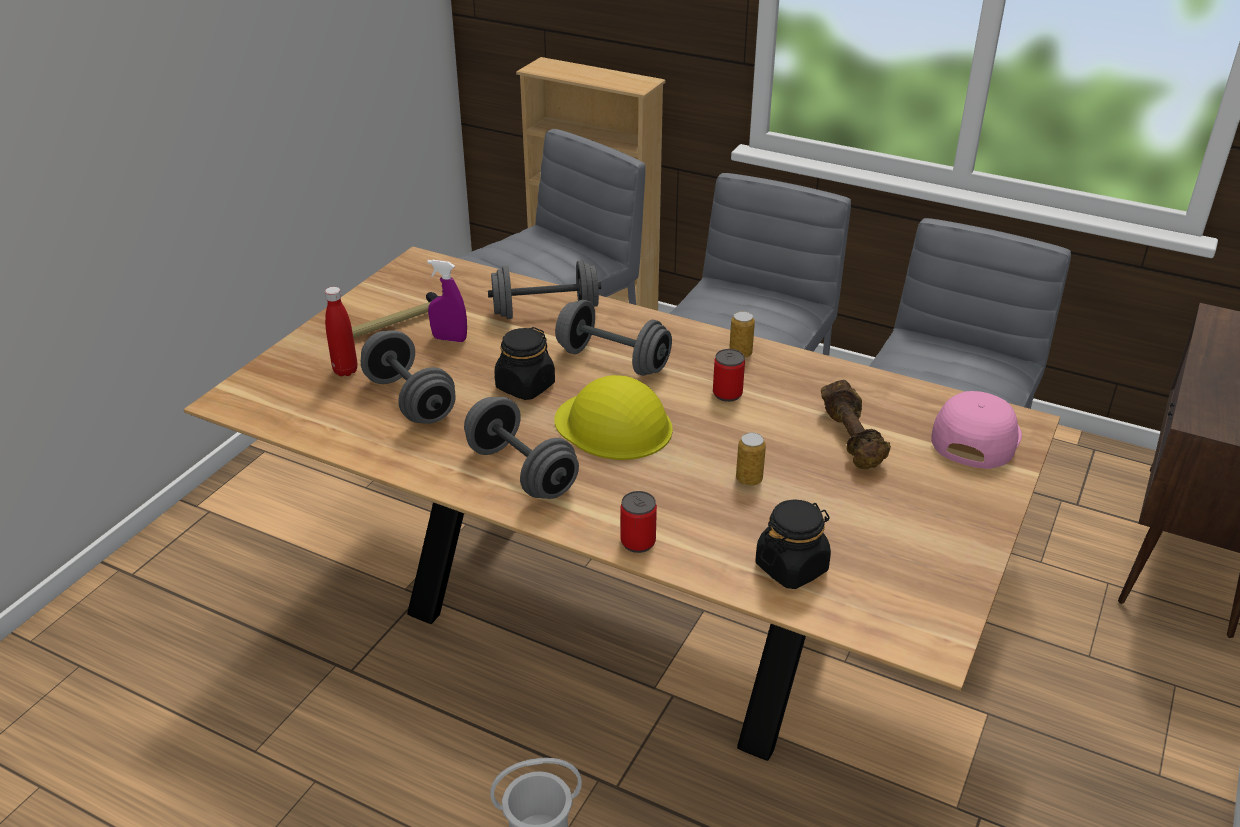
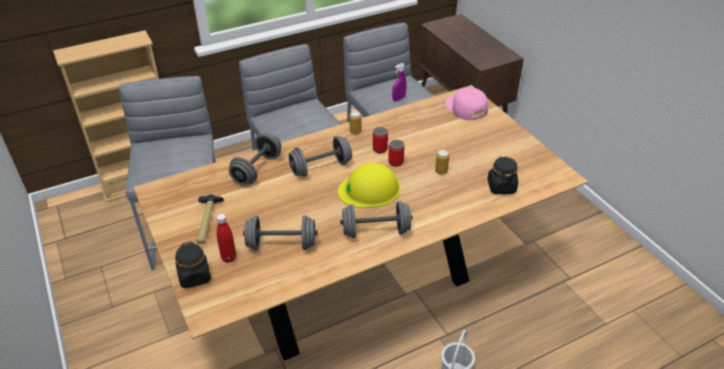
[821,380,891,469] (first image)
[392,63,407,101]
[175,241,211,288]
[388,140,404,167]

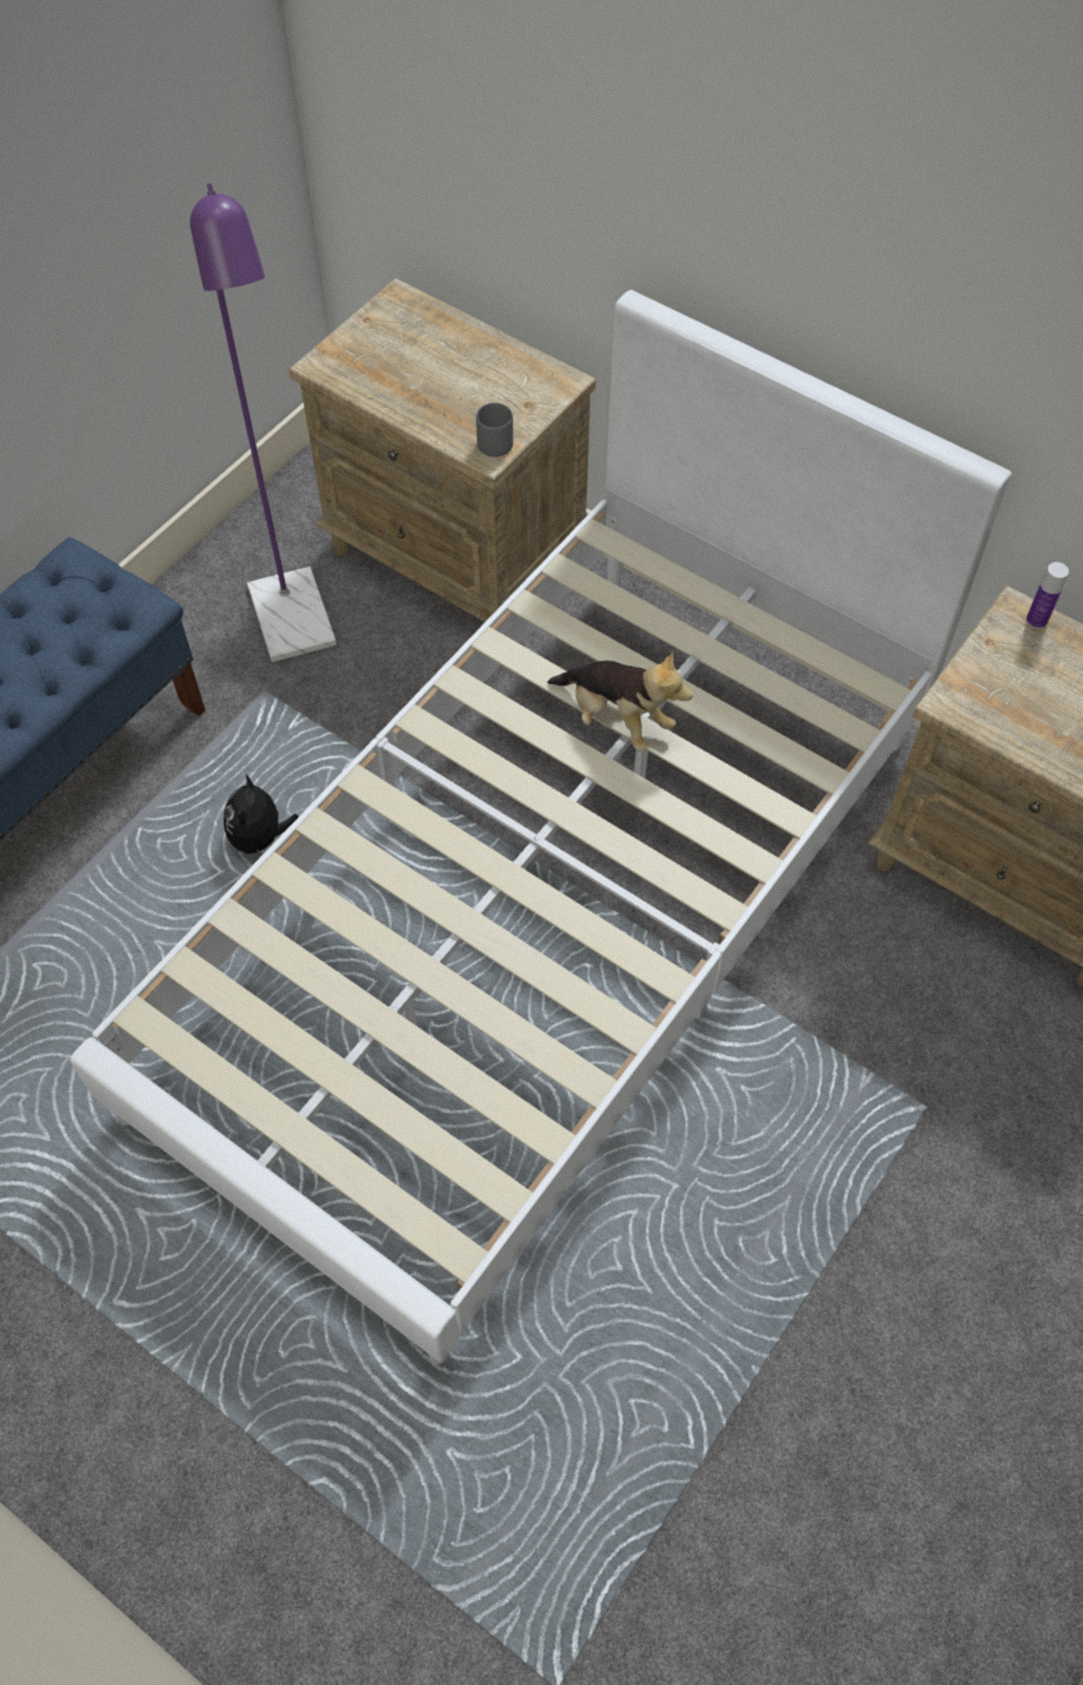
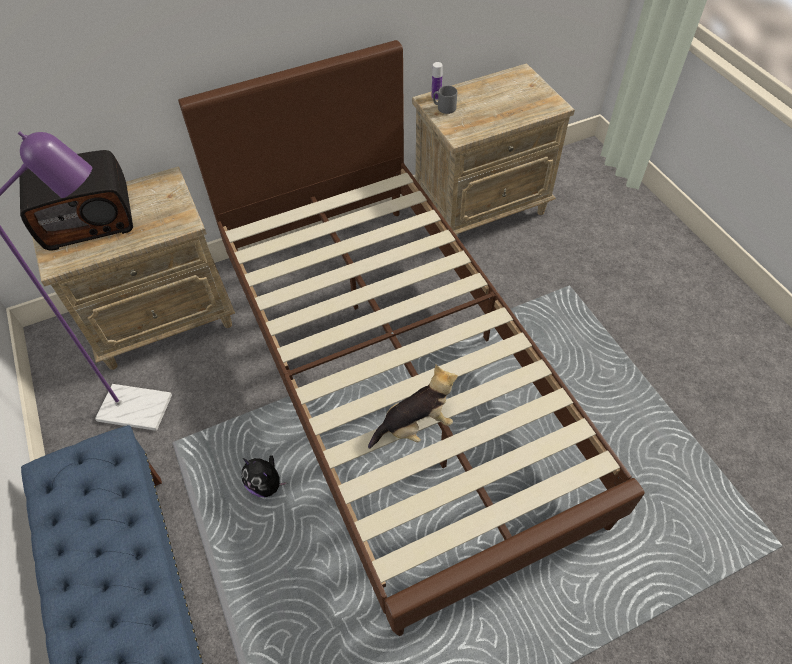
[19,150,133,251]
[433,86,457,114]
[368,365,458,449]
[178,40,644,636]

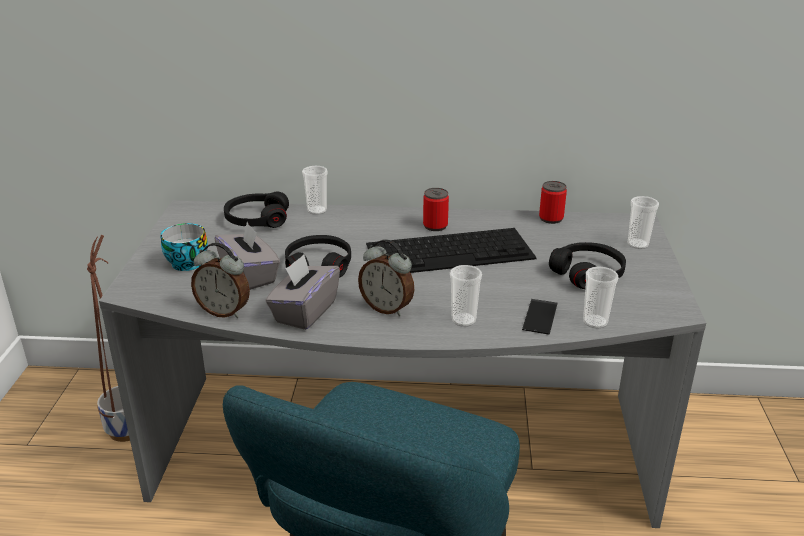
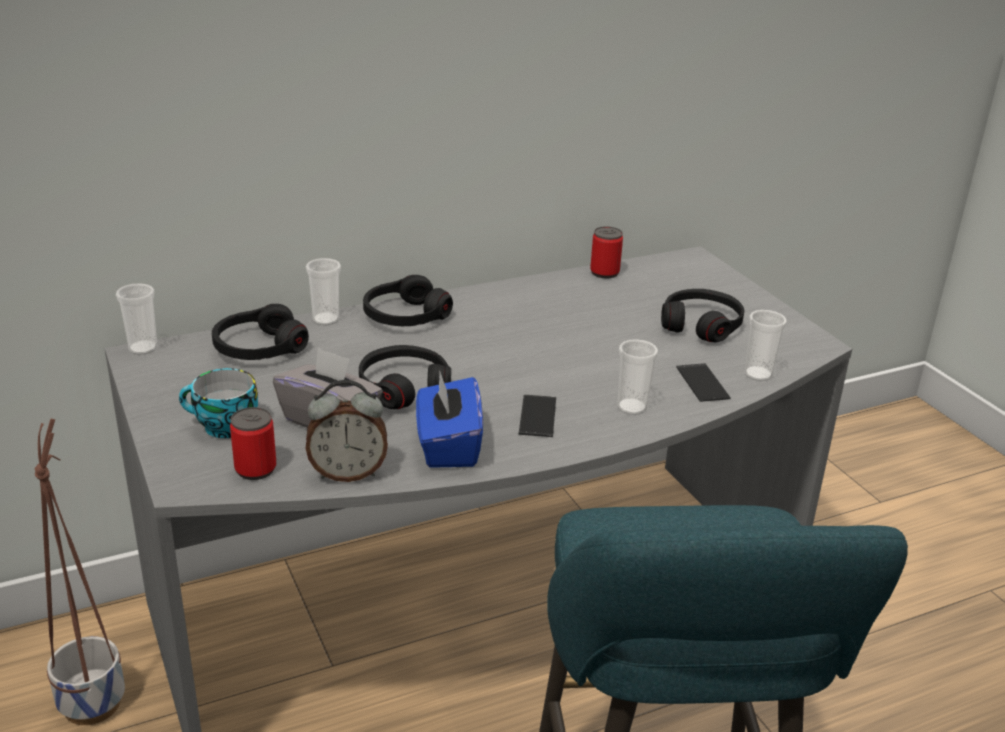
[366,228,537,273] (first image)
[363,275,453,326]
[230,407,276,480]
[116,283,158,355]
[519,395,556,437]
[416,372,483,468]

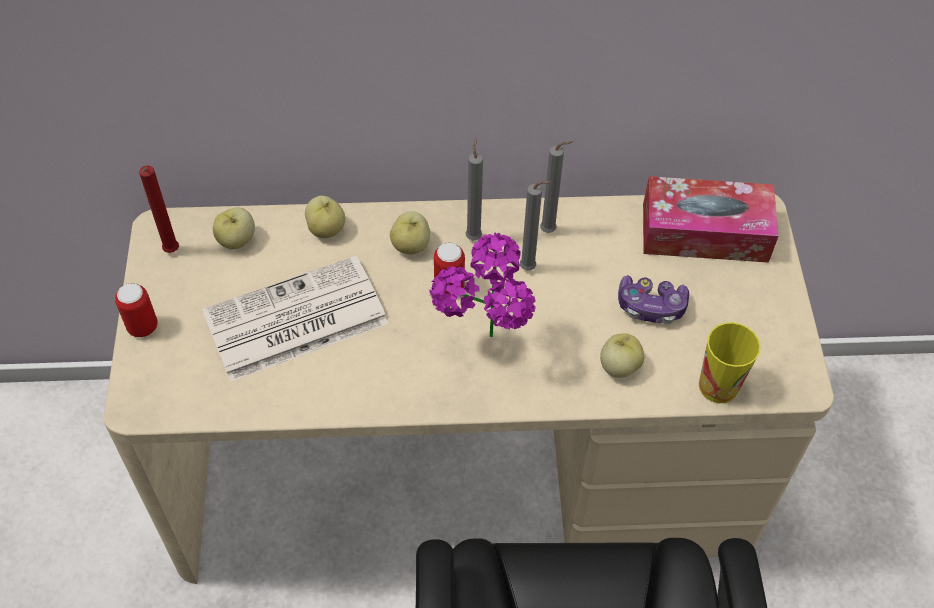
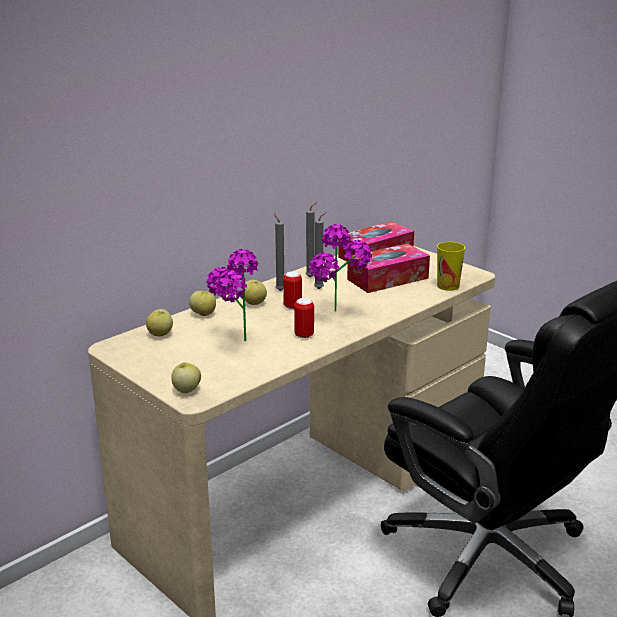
[139,165,179,253] (first image)
[294,298,314,338]
[171,362,201,393]
[206,249,258,342]
[347,243,430,293]

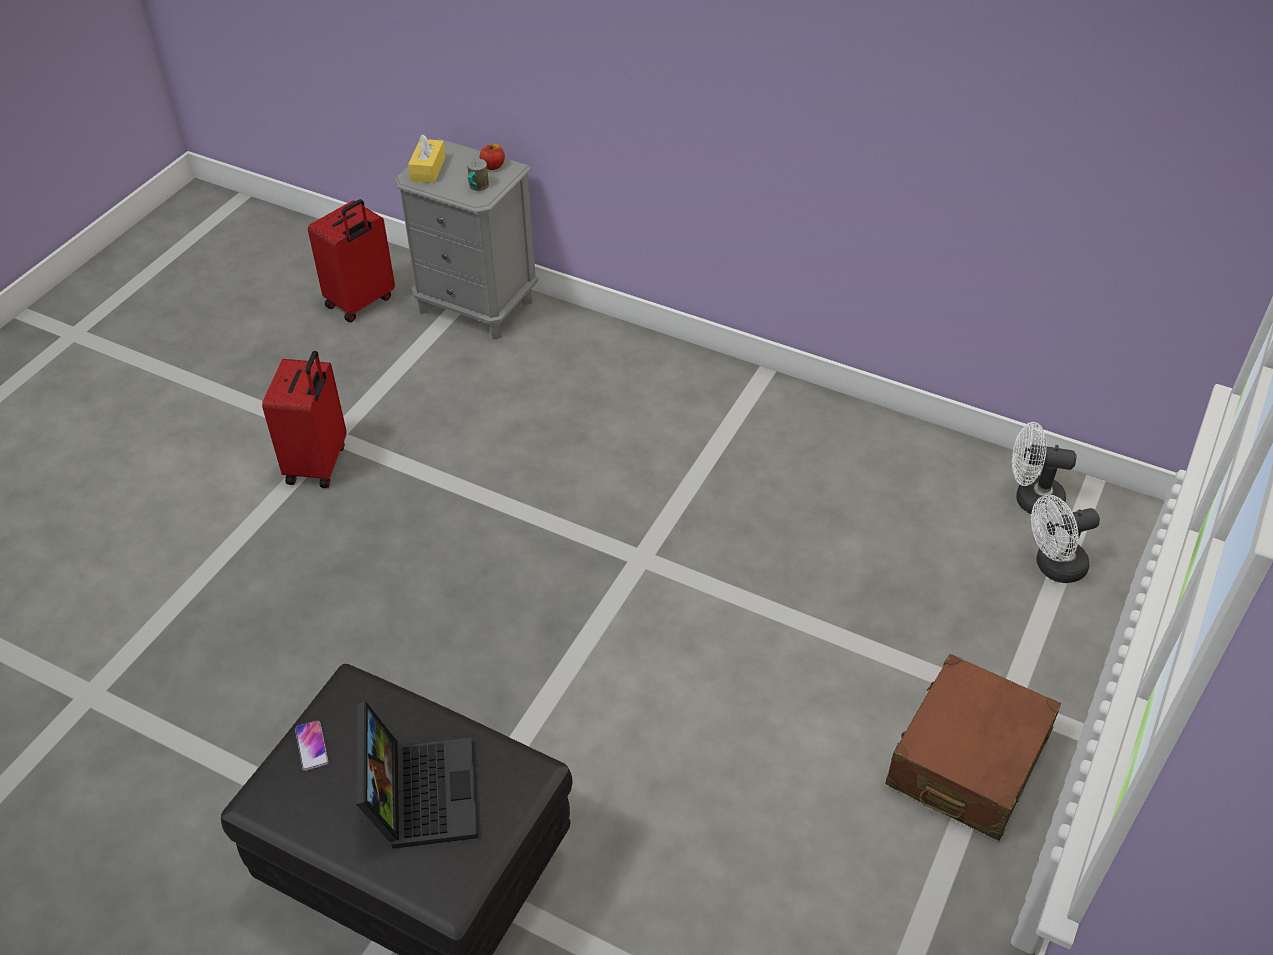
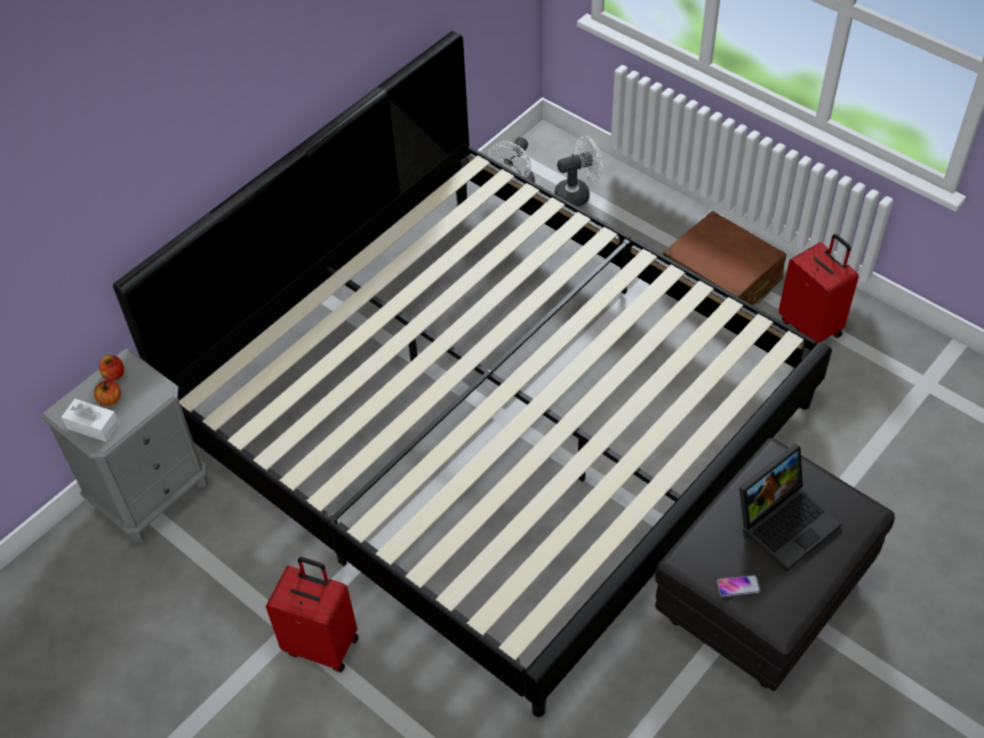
[467,159,489,191] (first image)
[94,380,121,406]
[113,31,832,717]
[779,234,859,344]
[61,399,119,442]
[739,444,842,571]
[555,136,603,207]

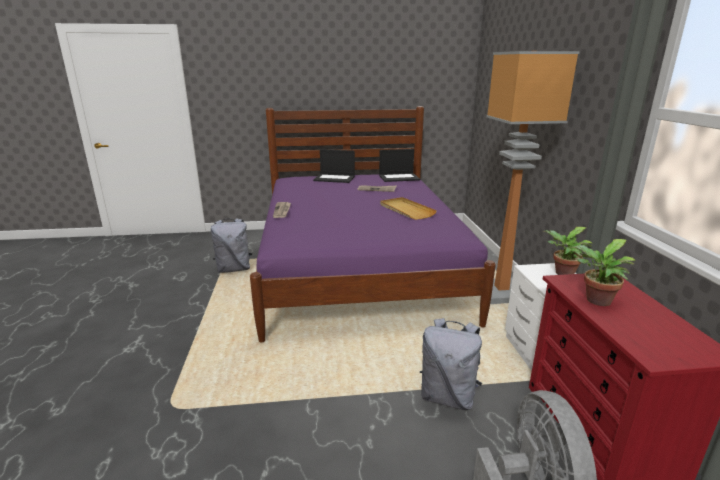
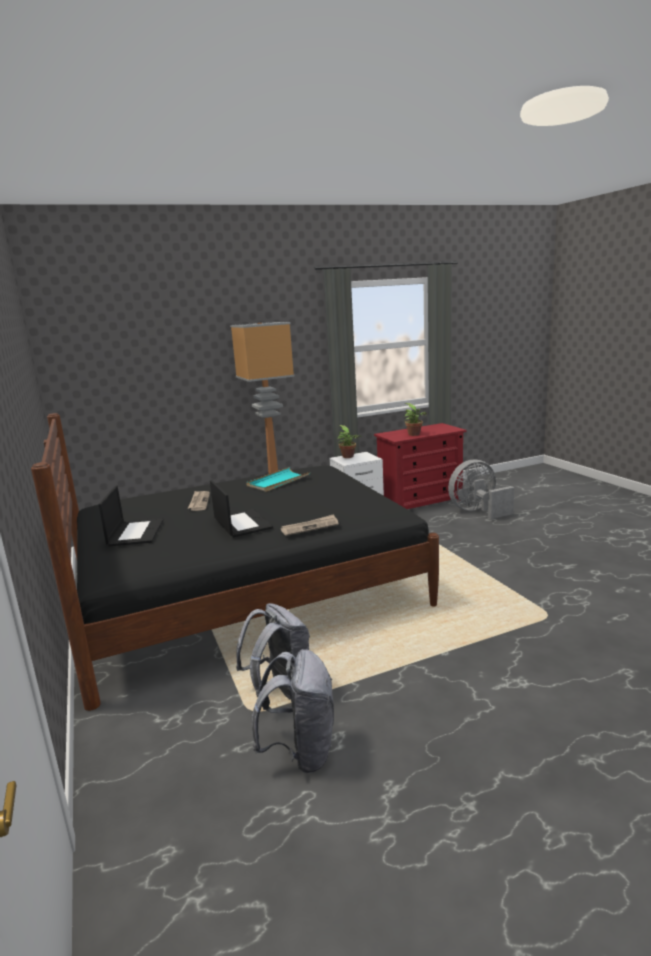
[210,480,273,537]
[252,649,334,773]
[31,413,439,711]
[246,467,310,492]

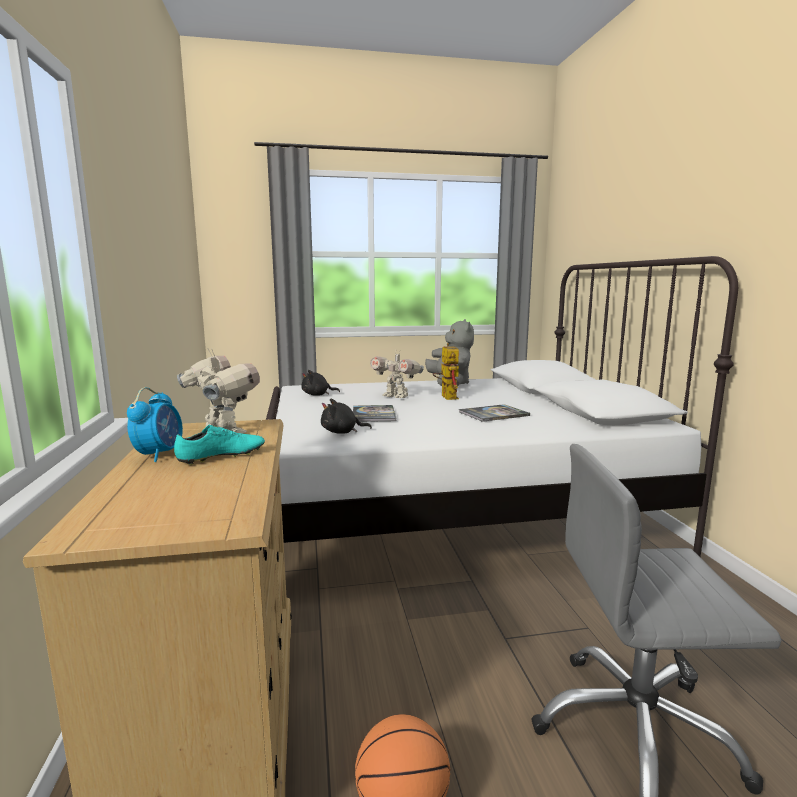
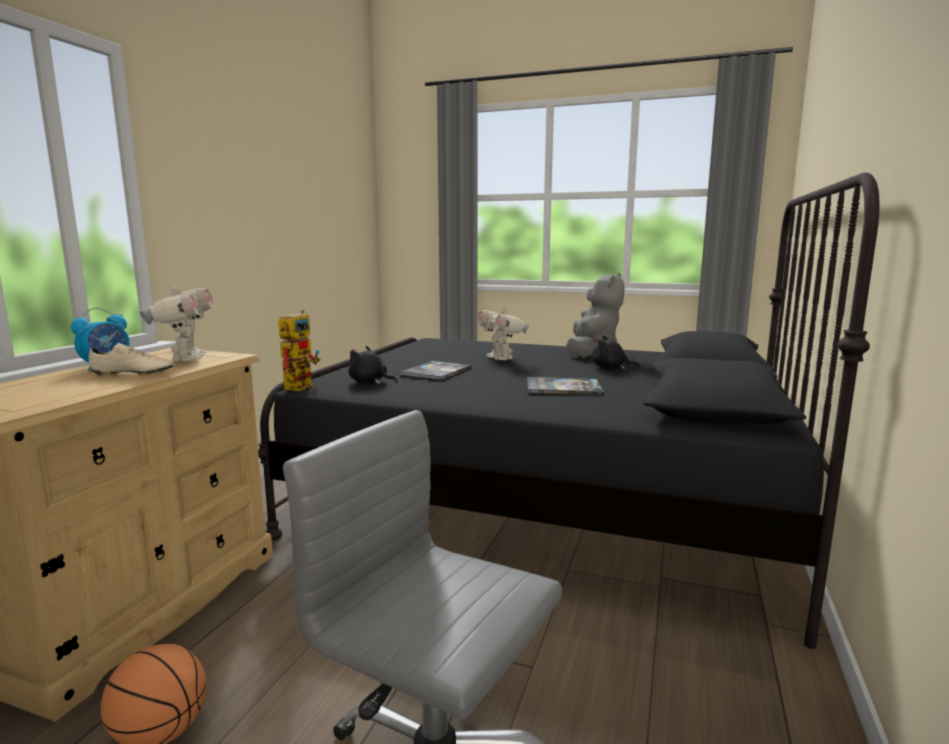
[591,336,641,370]
[278,310,321,391]
[89,343,173,376]
[258,173,880,649]

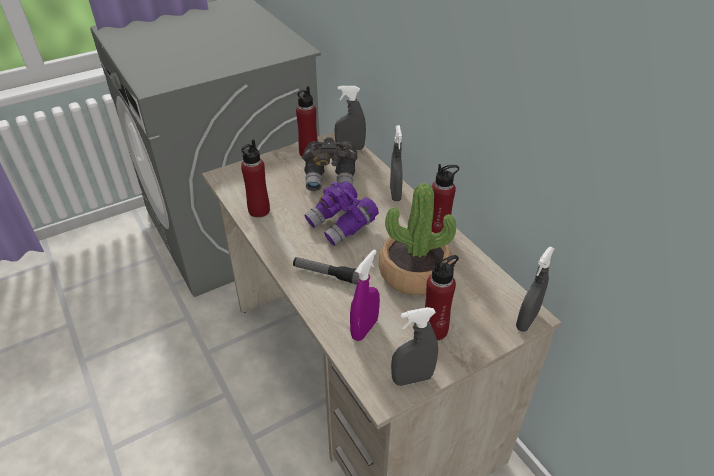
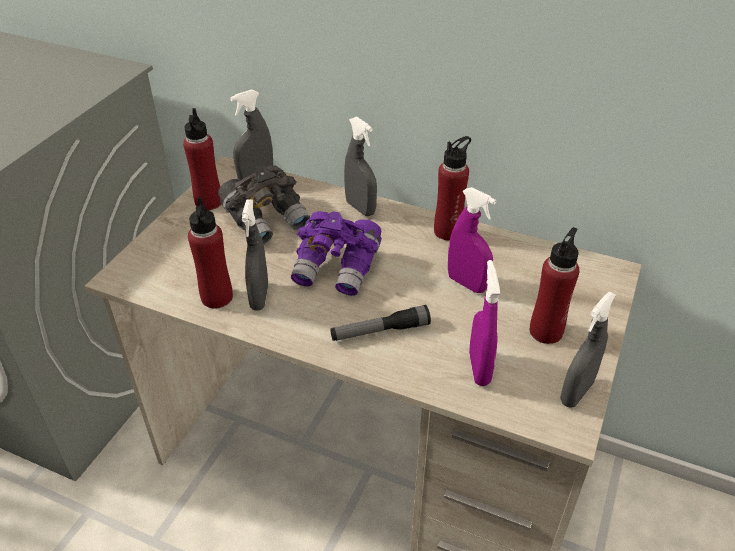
[242,199,268,311]
[448,187,496,293]

